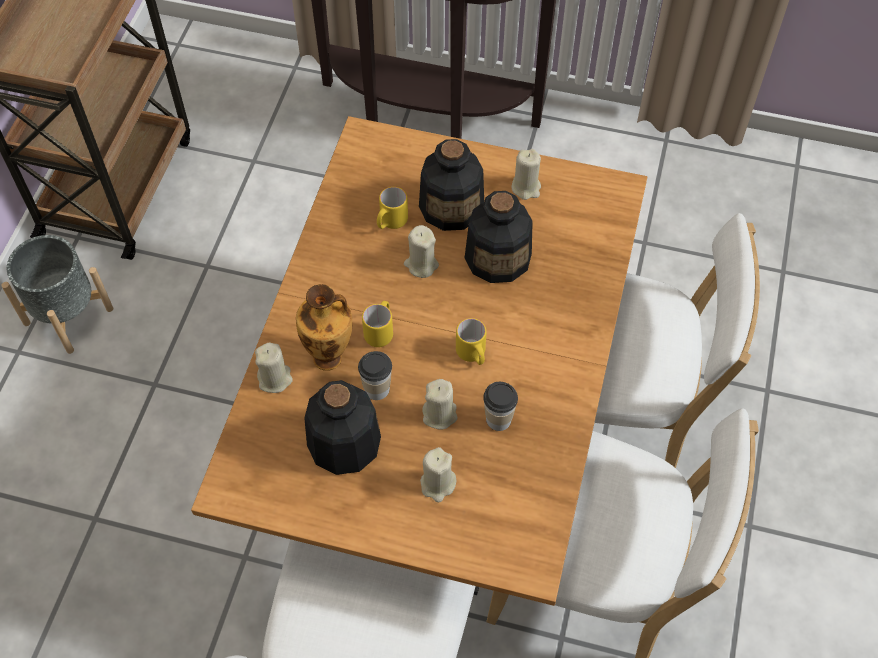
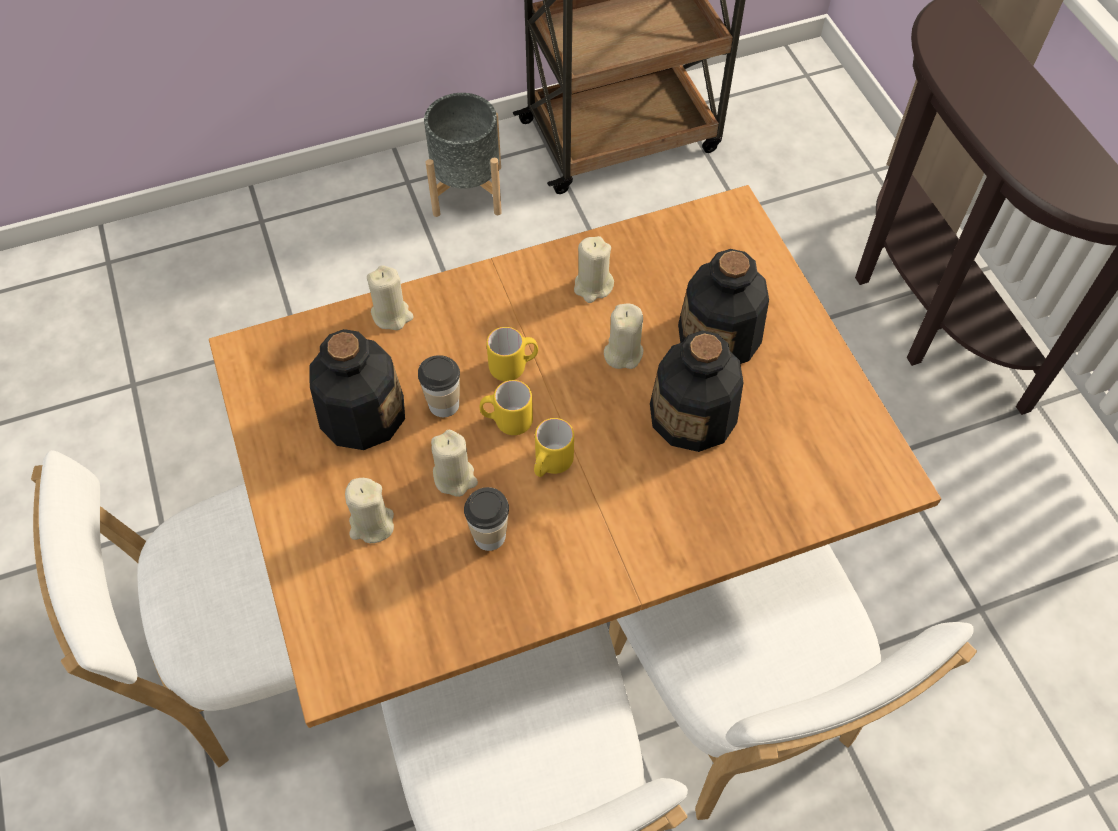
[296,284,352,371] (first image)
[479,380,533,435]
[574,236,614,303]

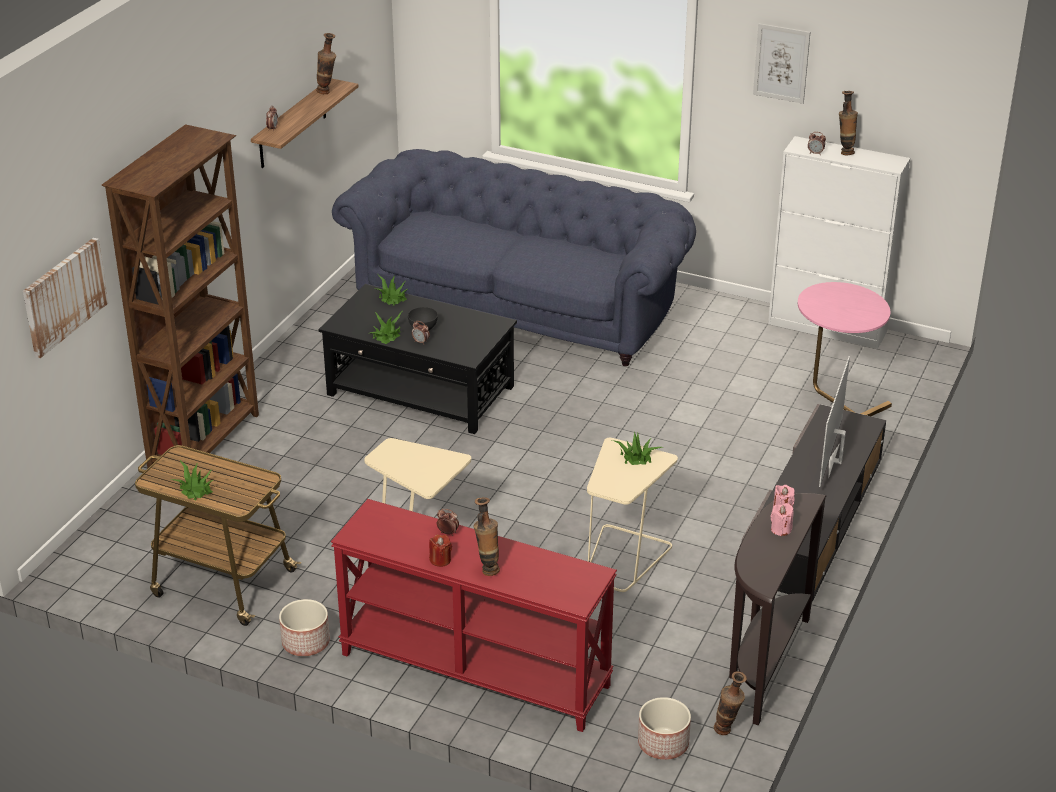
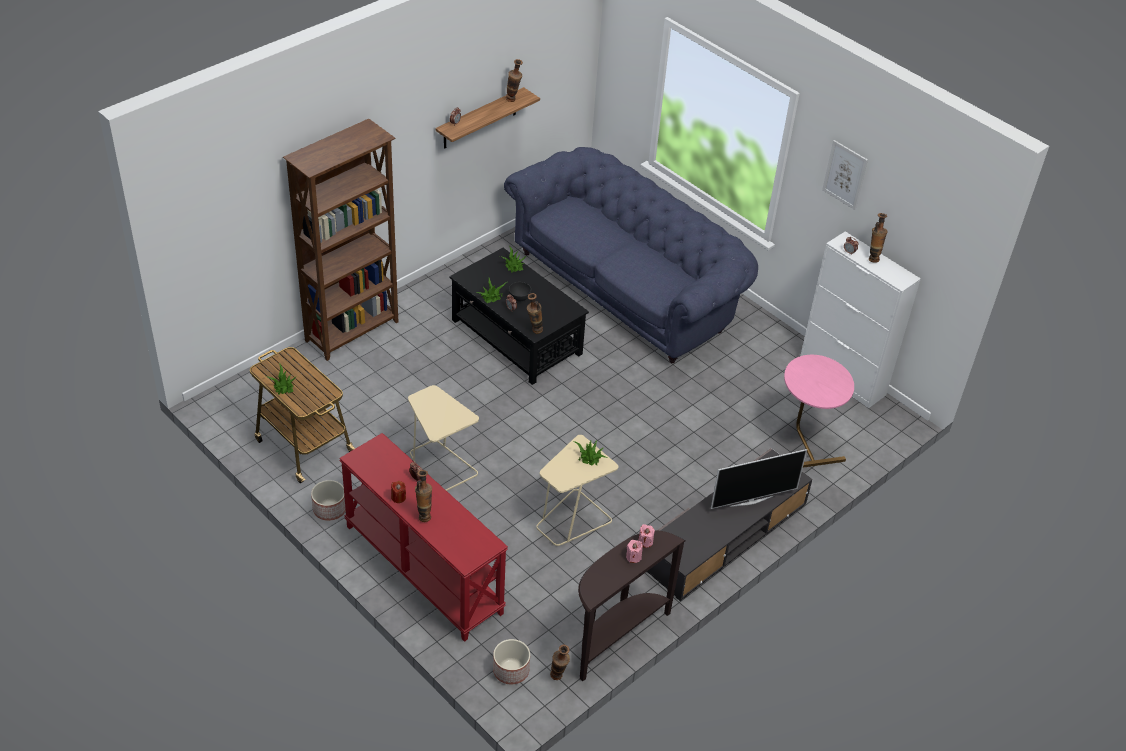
[23,238,109,358] (first image)
[527,293,543,334]
[711,449,807,509]

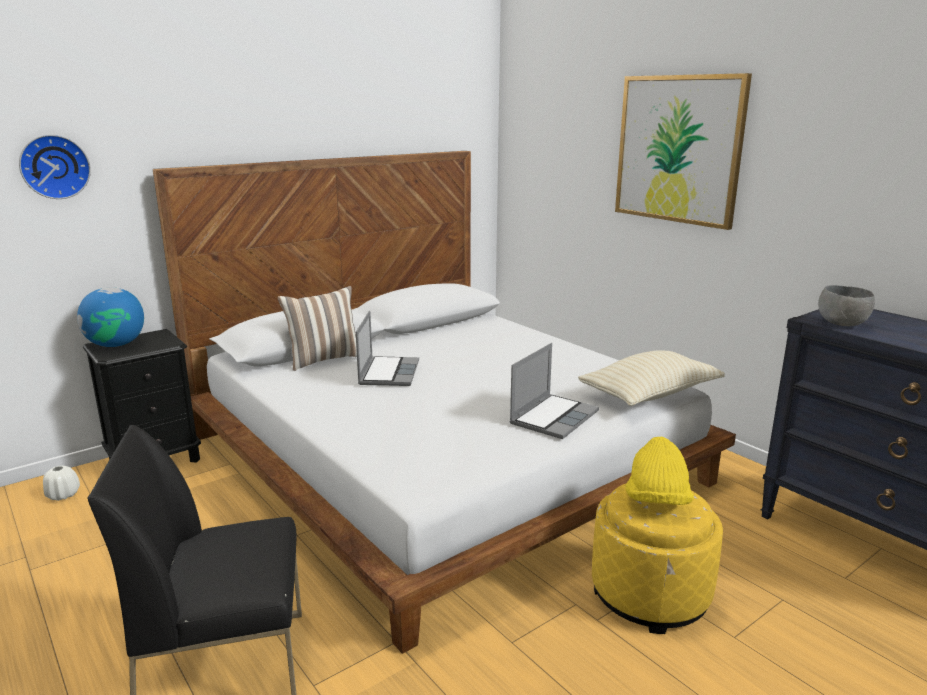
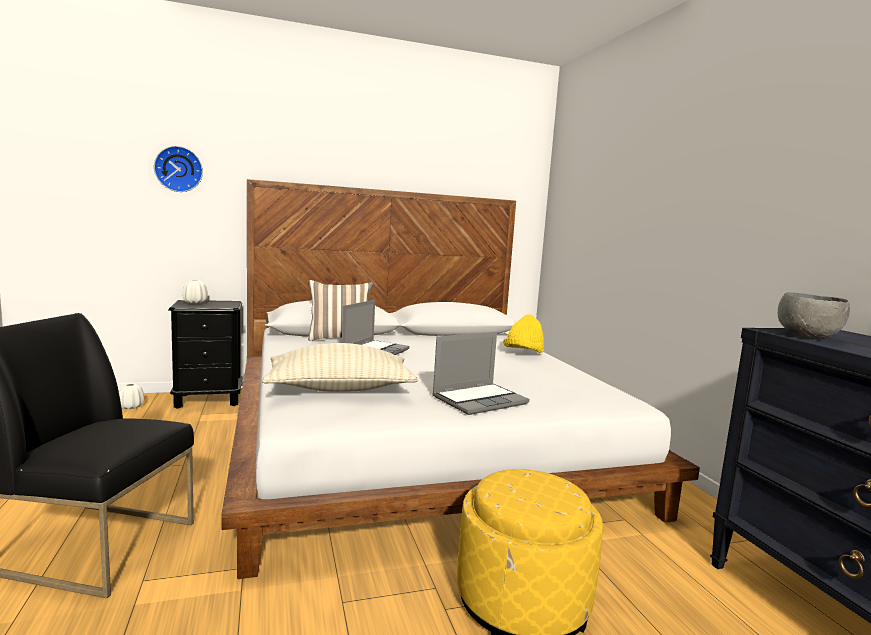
[615,73,752,230] (first image)
[262,343,417,392]
[503,314,544,353]
[182,280,208,303]

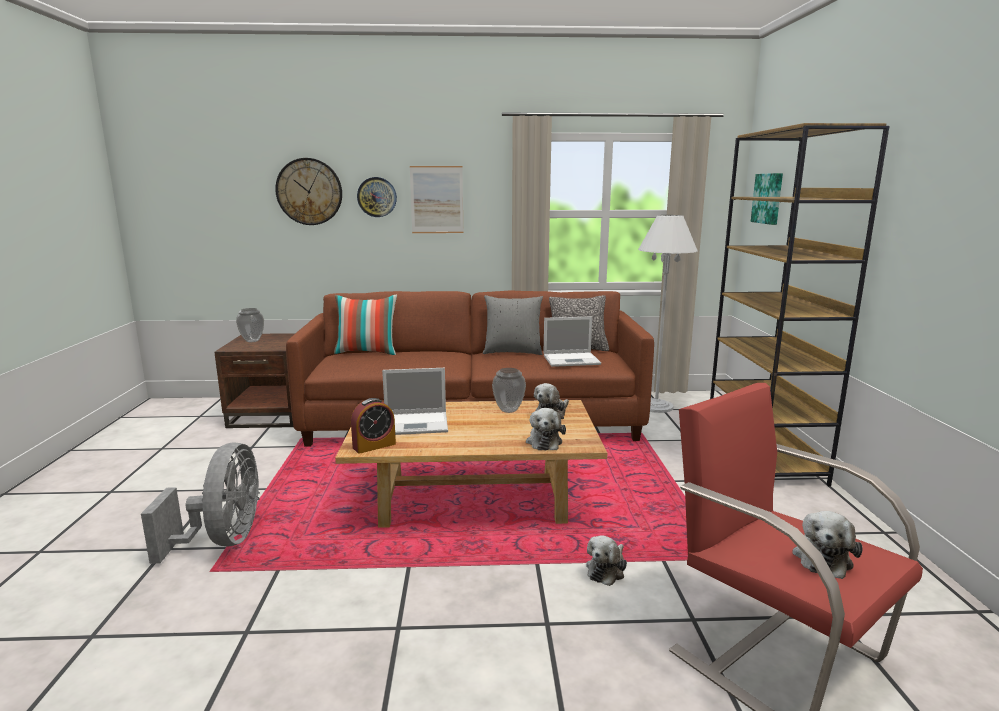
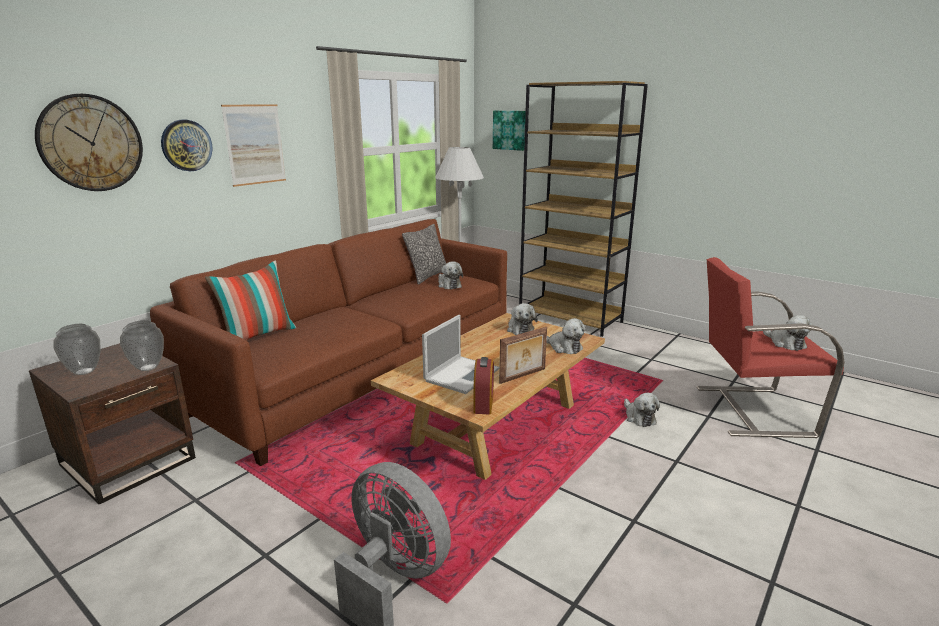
[483,295,543,355] (first image)
[499,327,547,384]
[120,320,164,371]
[438,262,463,289]

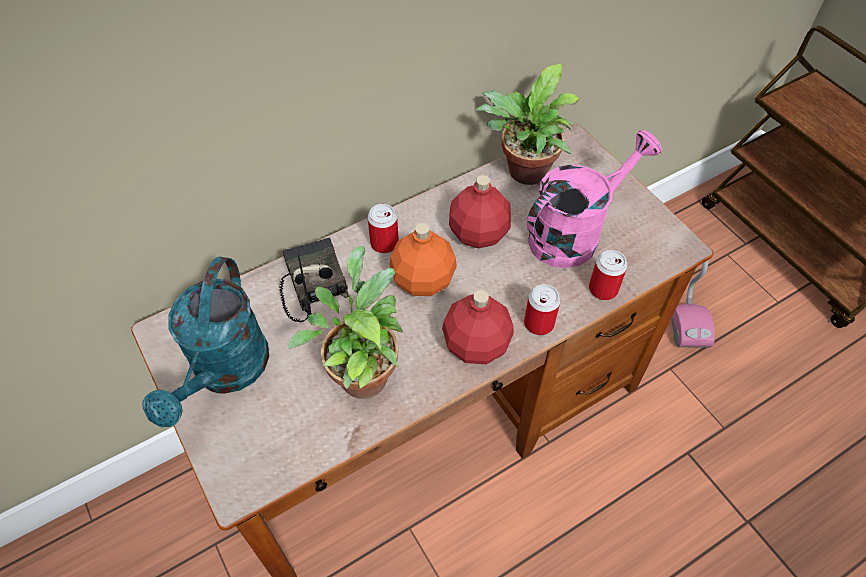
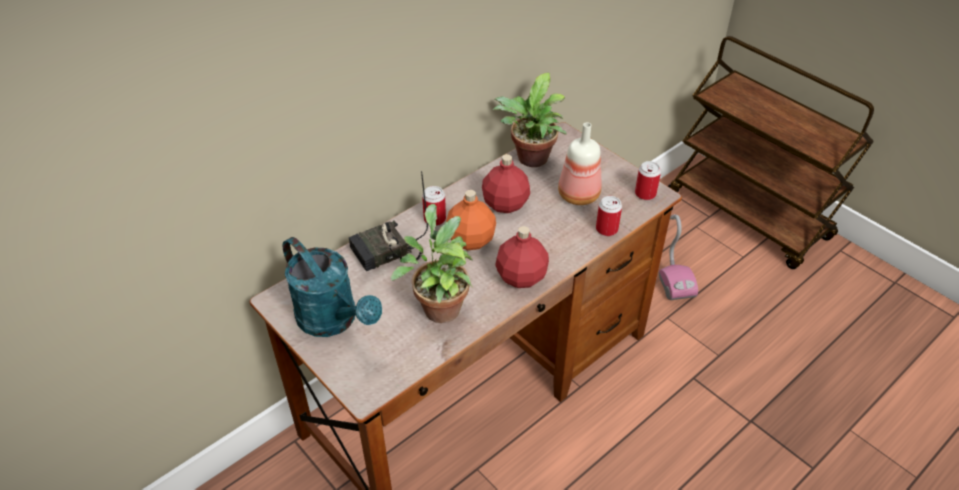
[635,161,661,200]
[558,122,602,205]
[282,237,382,337]
[349,171,428,271]

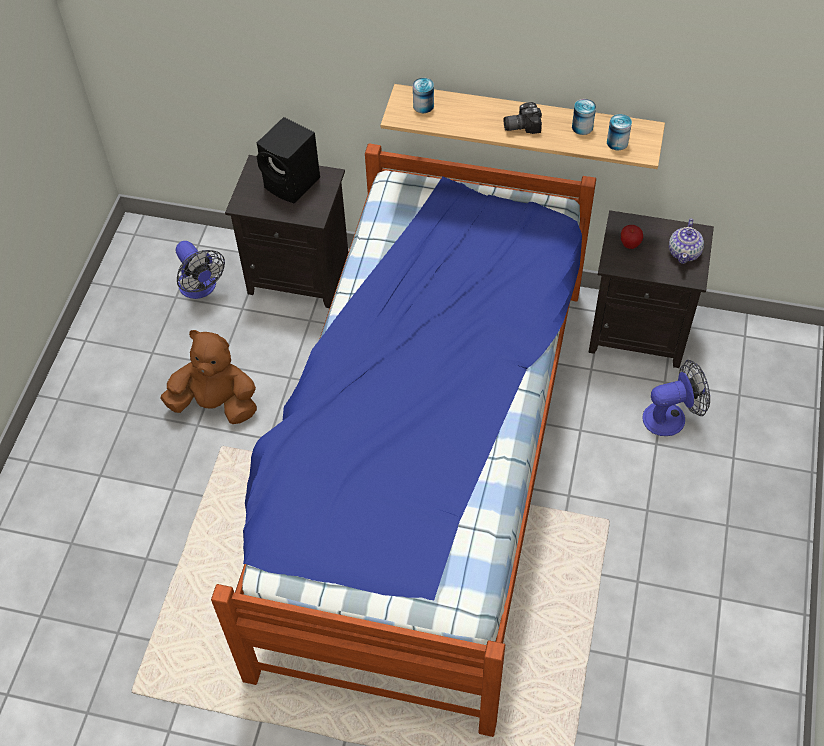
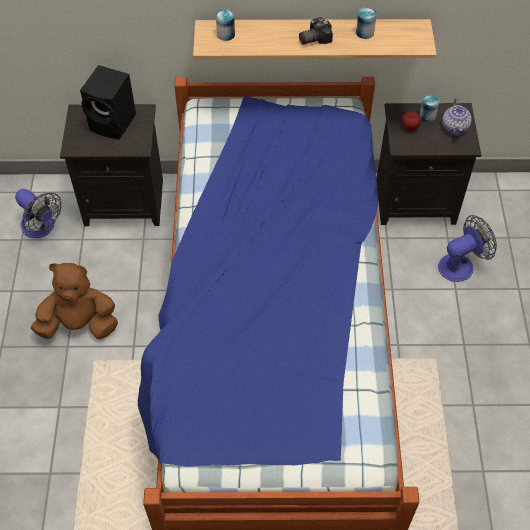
[420,94,439,122]

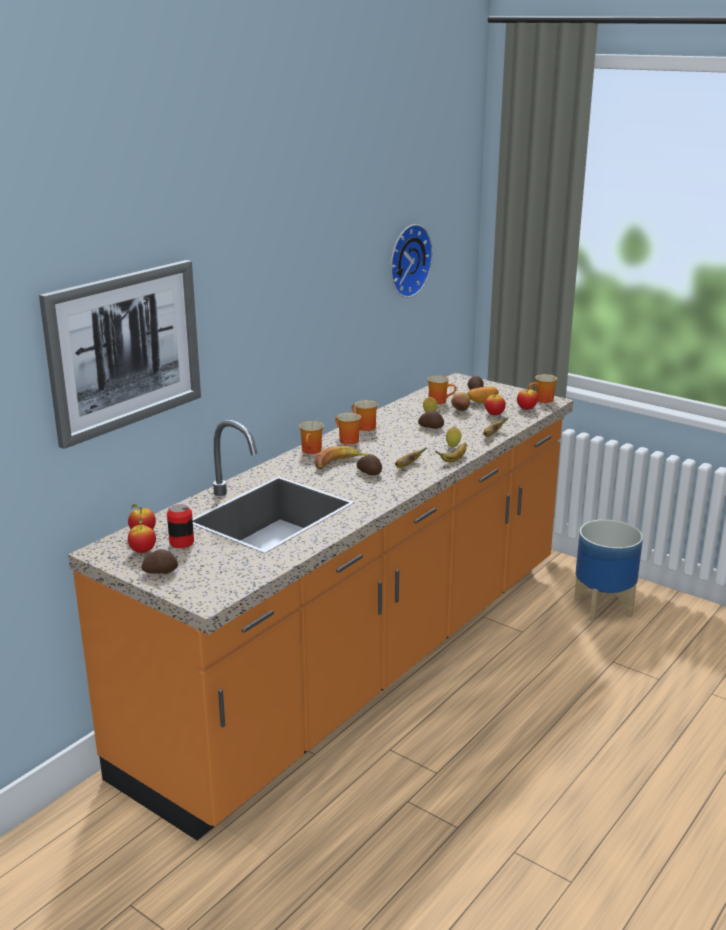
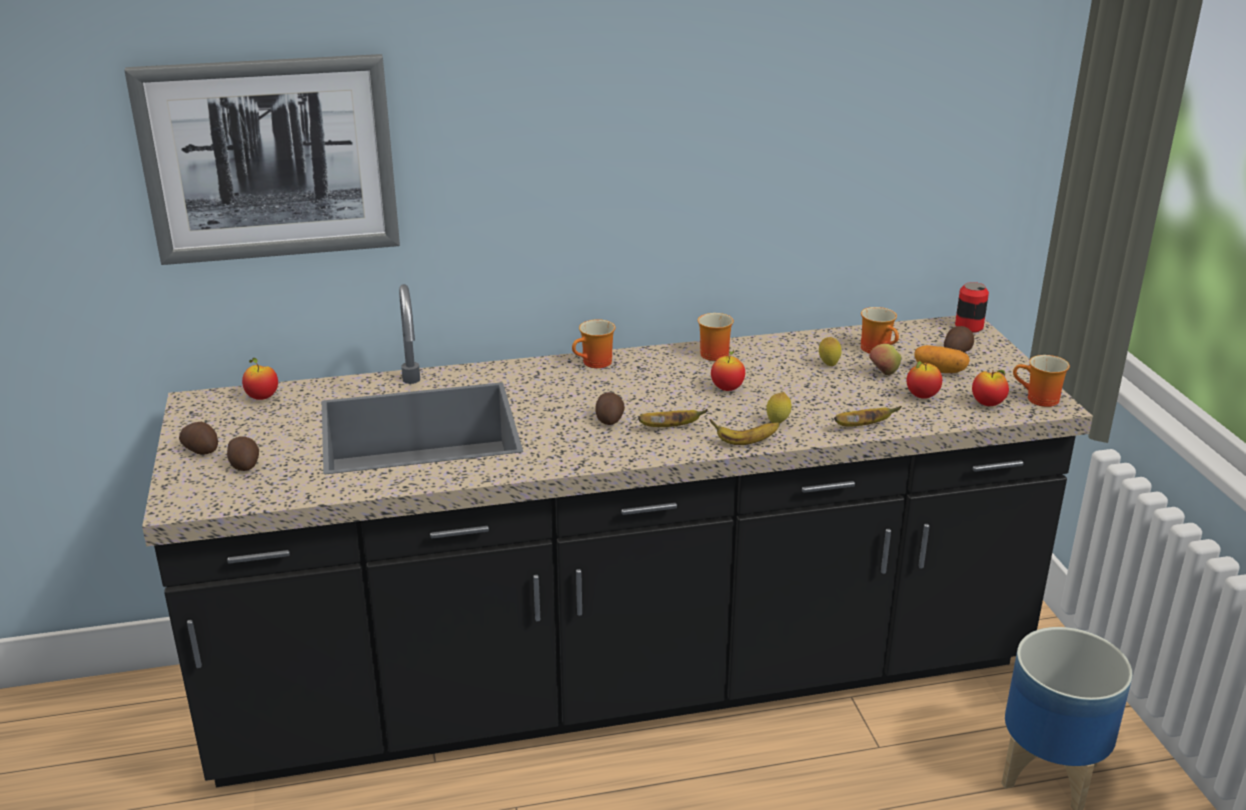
[314,446,372,469] (first image)
[335,413,361,445] (first image)
[390,224,433,298] (first image)
[711,349,745,391]
[955,282,989,333]
[227,436,259,471]
[142,284,1093,787]

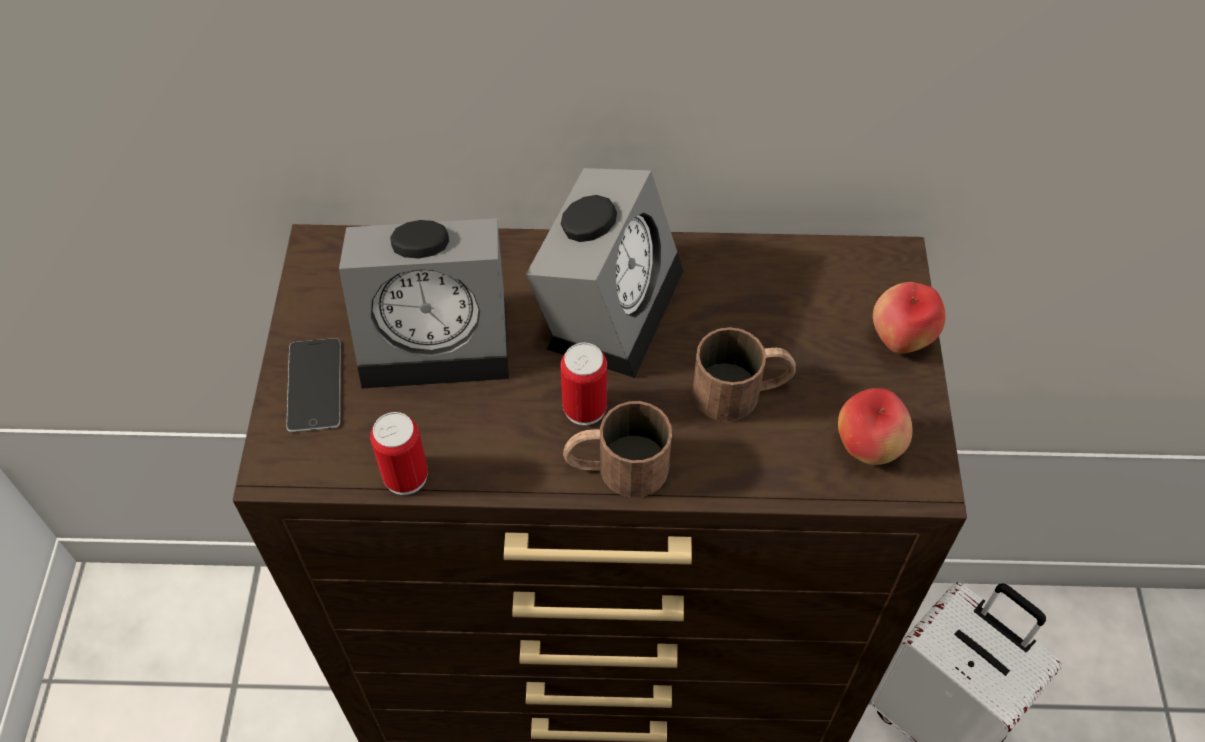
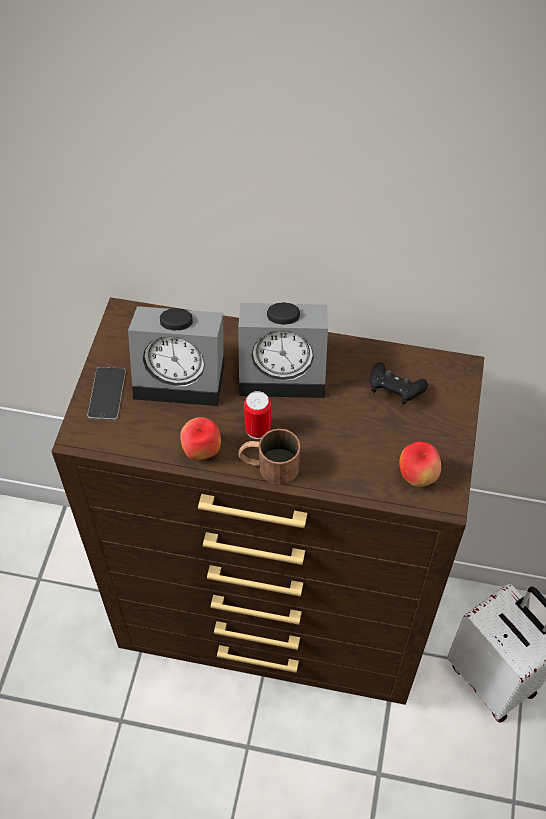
[370,412,428,495] (first image)
[692,327,796,422] (first image)
[370,362,428,405]
[180,417,221,460]
[238,302,328,398]

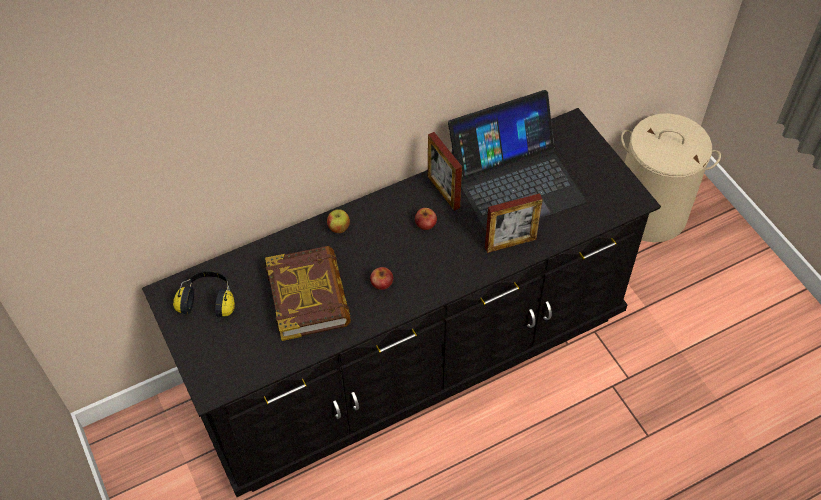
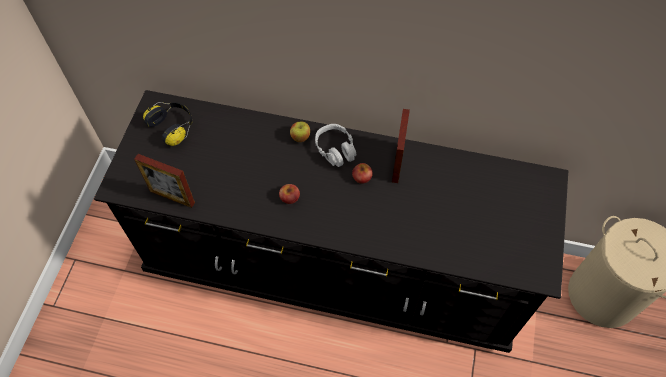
[265,246,351,341] (first image)
[448,90,586,231] (first image)
[315,124,356,167]
[134,154,195,208]

